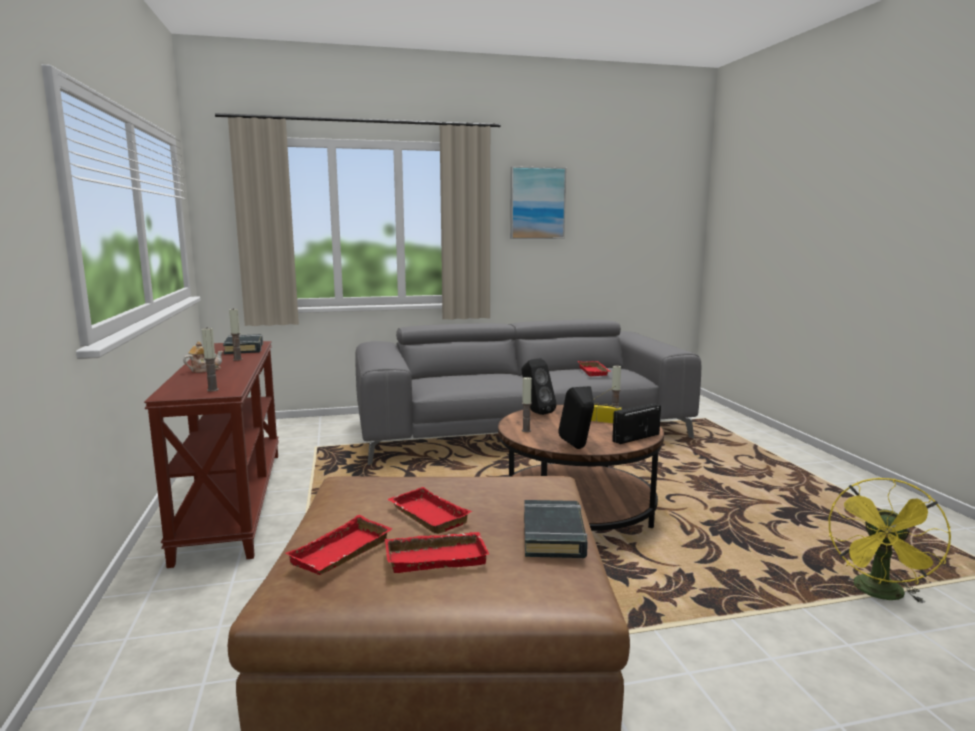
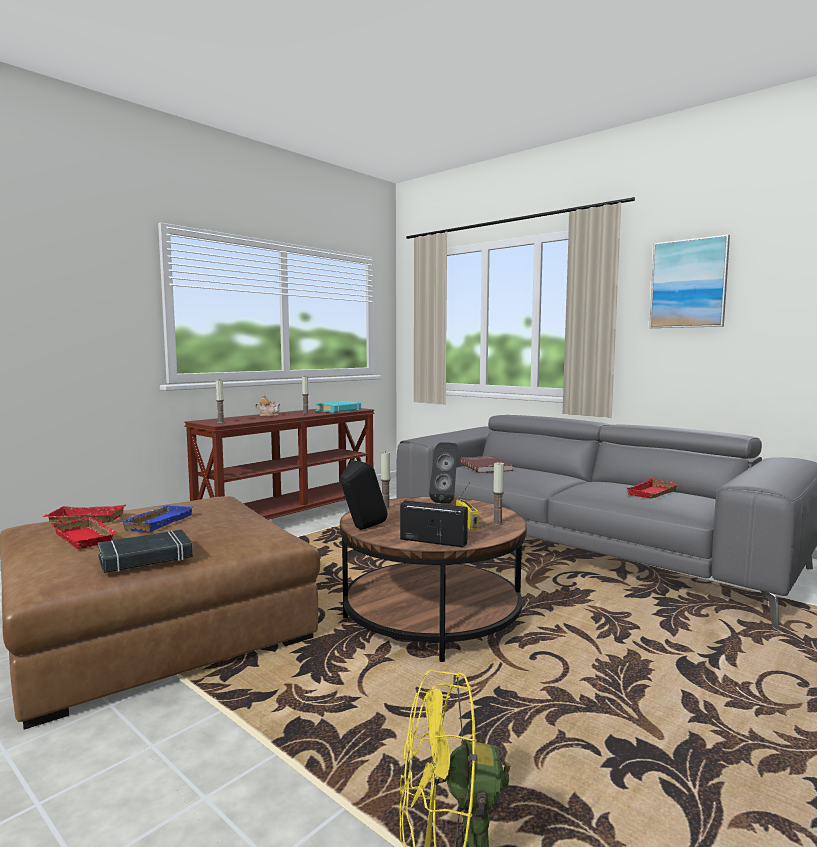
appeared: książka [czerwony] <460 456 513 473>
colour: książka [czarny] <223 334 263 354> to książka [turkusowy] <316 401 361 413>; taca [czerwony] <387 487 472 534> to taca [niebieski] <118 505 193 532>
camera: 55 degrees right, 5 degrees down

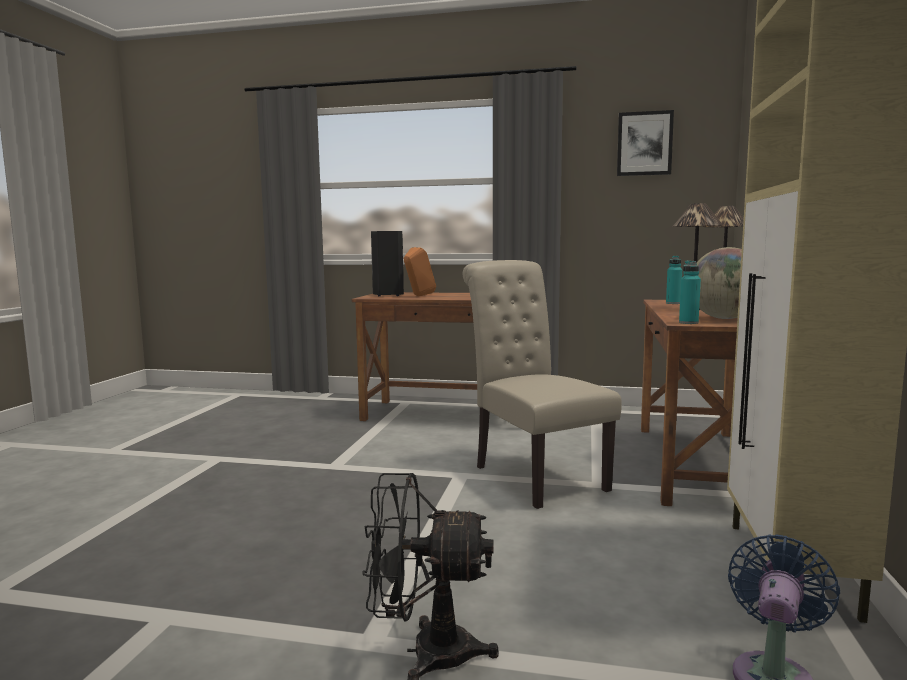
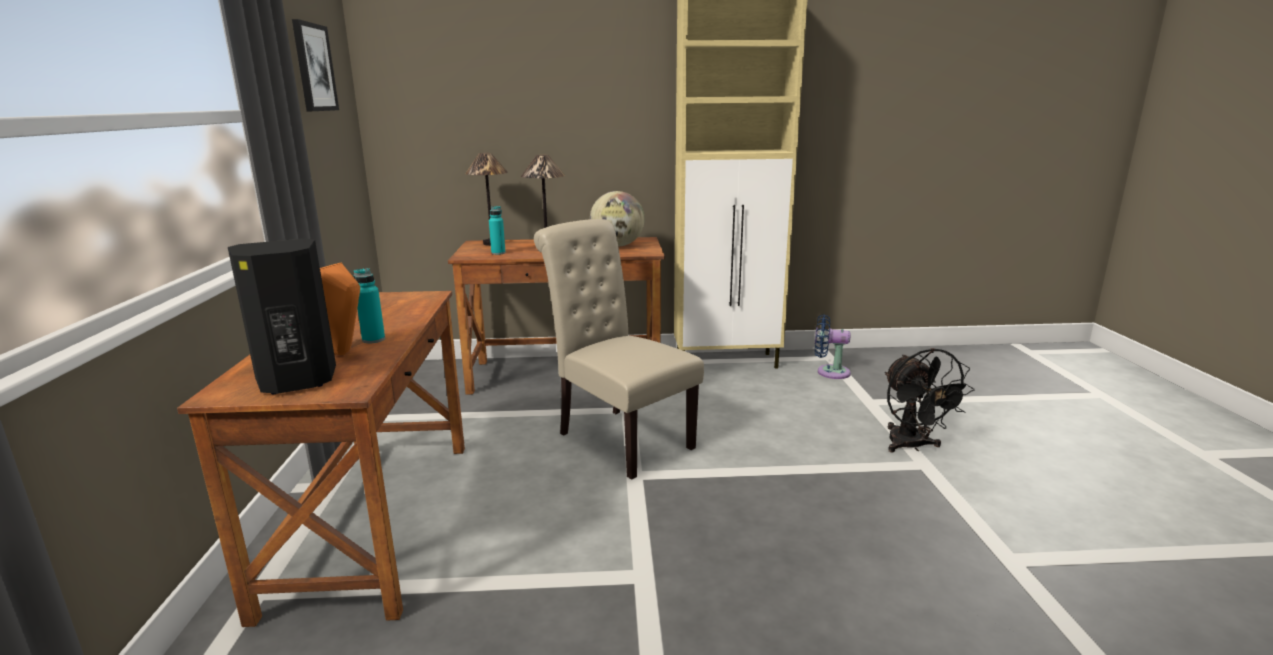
relocated: butelka [turkusowy] <679 261 701 324> to <354 268 385 343>
spun: krzesło [beżowy] <463 260 622 509> = <534 219 704 480> 90 degrees clockwise
camera: 105 degrees left, 10 degrees up

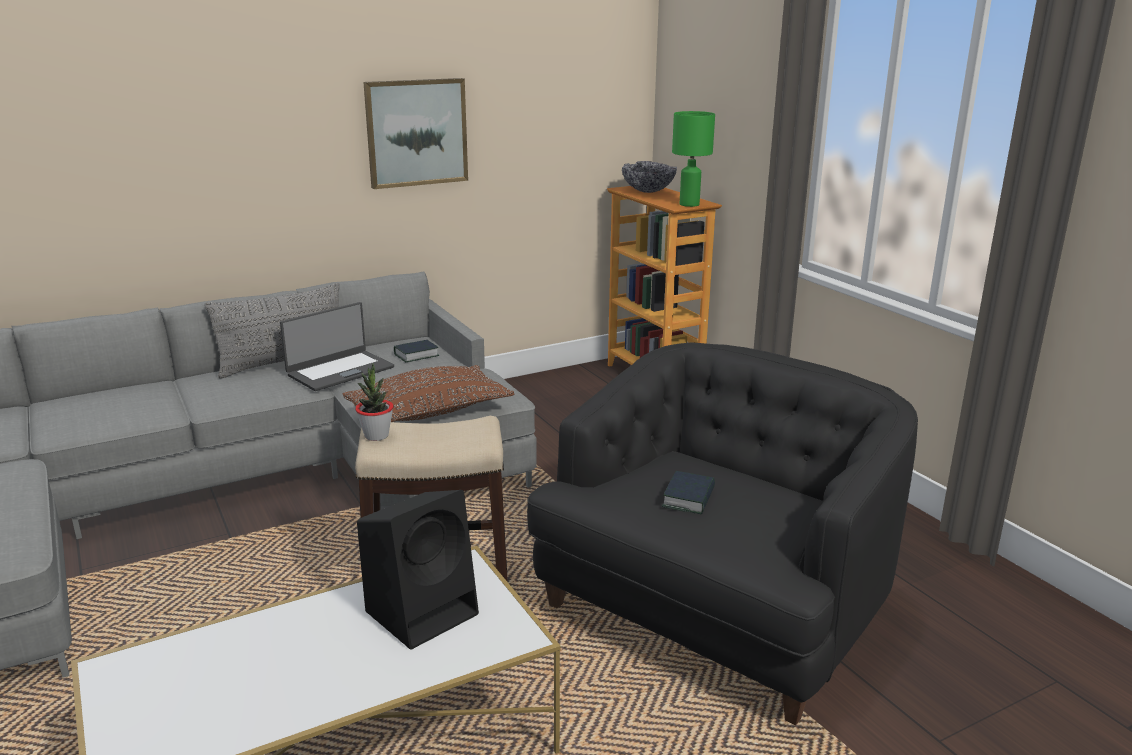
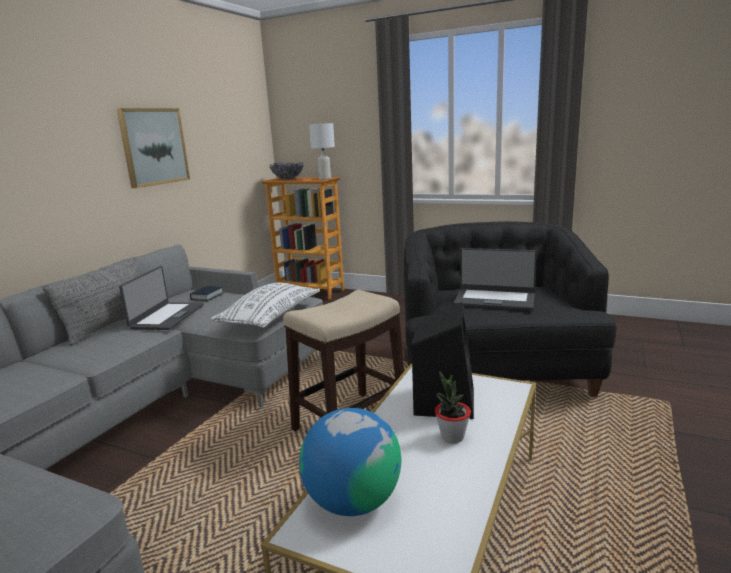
appeared: globus <299 408 401 516>
relocated: roślina doniczkowa <355 363 394 441> to <435 371 471 443>
exchanged: książka <662 471 715 515> to laptop <453 248 537 310>
colour: poduszka [brązowy] <343 365 514 422> to poduszka [biały] <211 283 320 328>; lampa stołowa [zielony] <672 111 715 207> to lampa stołowa [biały] <309 123 335 180>
camera: 35 degrees left, 5 degrees down

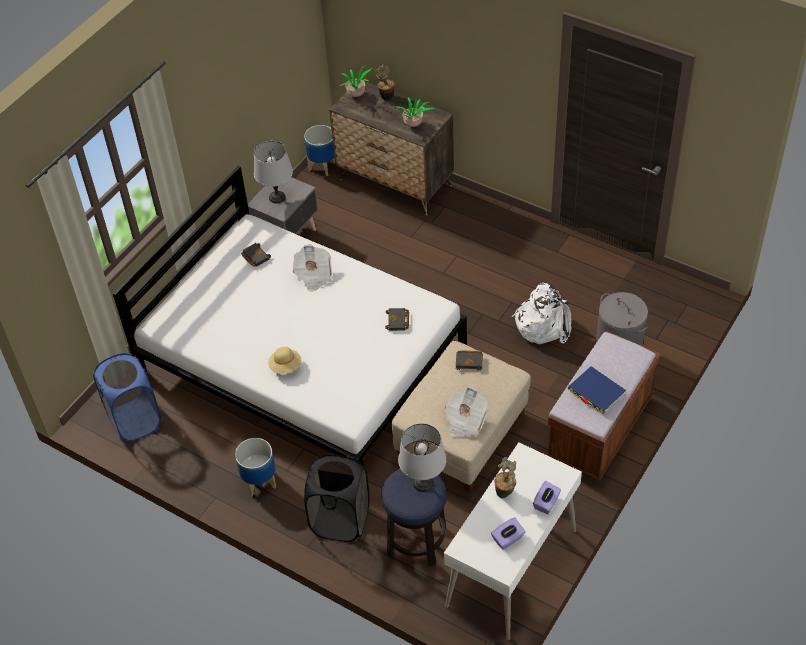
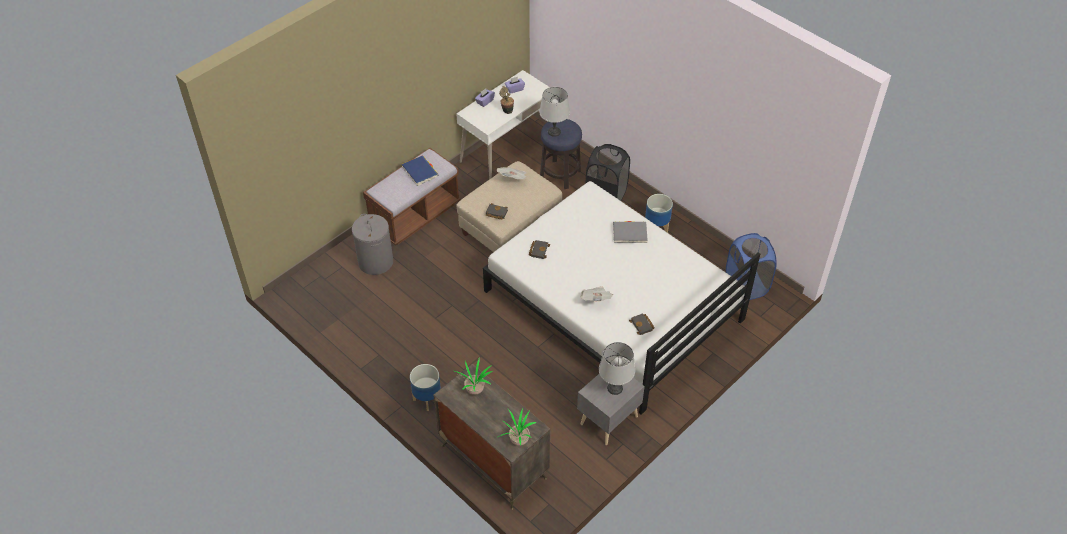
missing: roślina doniczkowa <375 65 395 101>; plecak [biały] <512 282 572 344>
relocated: donica <304 125 335 176> to <410 364 441 411>
exchanged: kapelusz [beżowy] <268 347 301 374> to książka [szary] <613 221 648 243>
camera: 170 degrees left, 0 degrees up

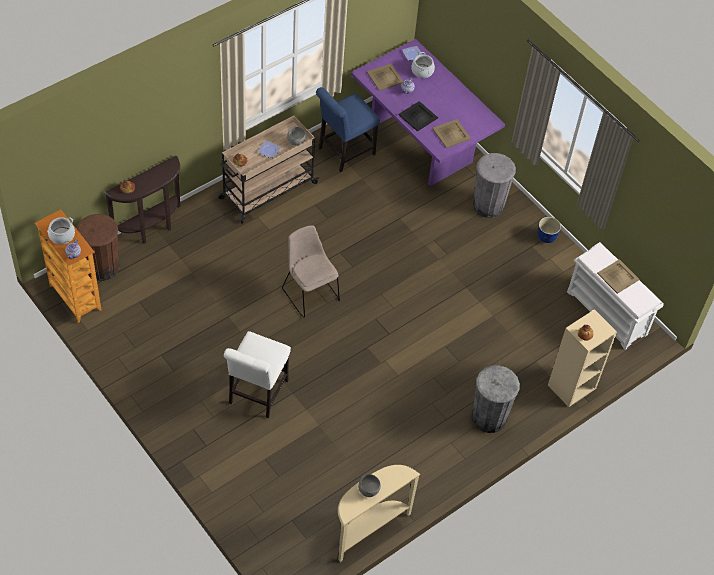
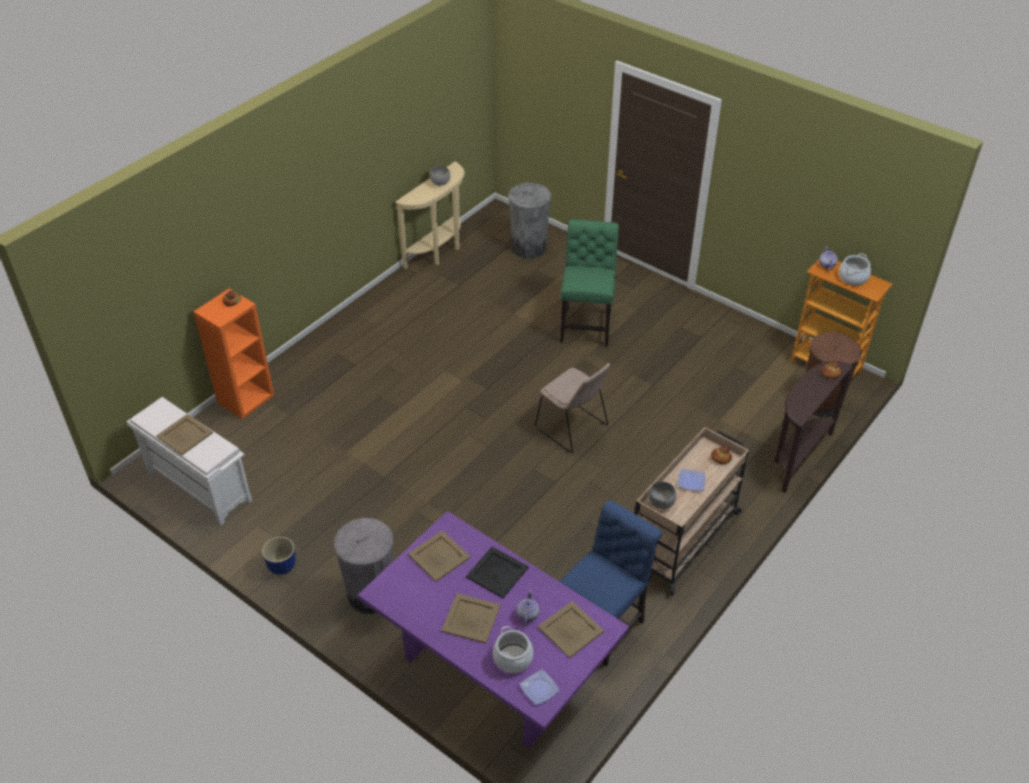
appeared: taca [beżowy] <441 593 500 644>
relocated: kosz na śmieci [szary] <472 365 520 433> to <508 183 551 259>
colour: krzesło [biały] <224 331 291 418> to krzesło [zielony] <560 219 619 346>; regał [beżowy] <548 309 617 407> to regał [pomarańczowy] <194 289 274 419>
camera: 170 degrees right, 10 degrees down

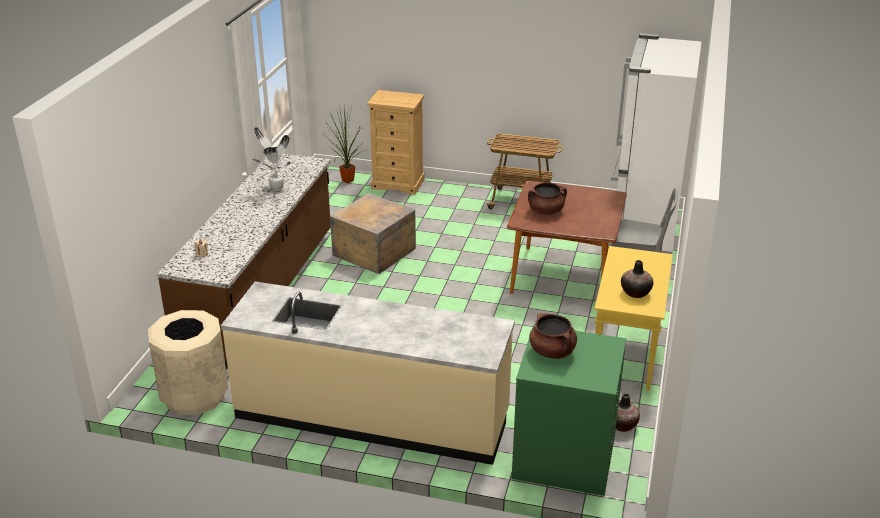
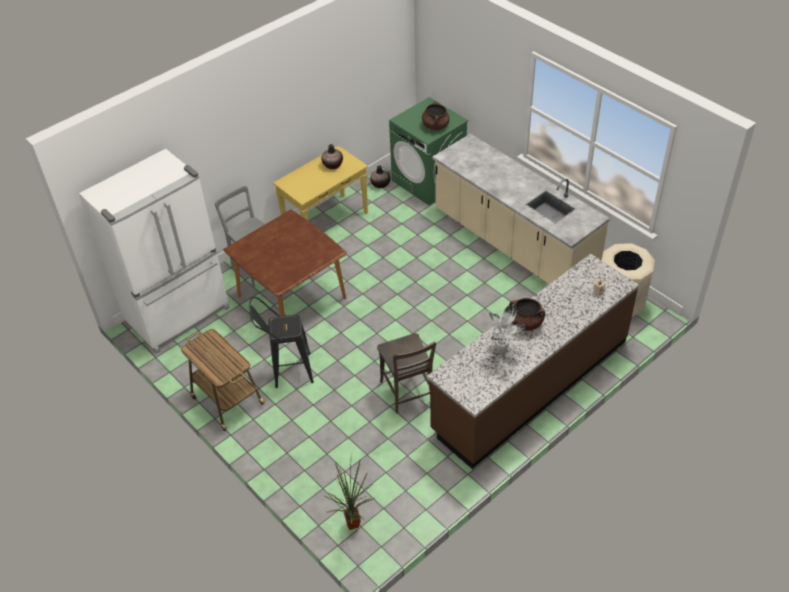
missing: komoda [beżowy] <367 90 425 194>
appeared: stołek [czarny] <249 297 314 388>
relocated: garnek [brązowy] <528 182 567 215> to <509 298 546 331>
exchanged: skrzynka <330 193 416 274> to krzesło [brązowy] <377 333 436 414>
camera: 145 degrees left, 15 degrees up

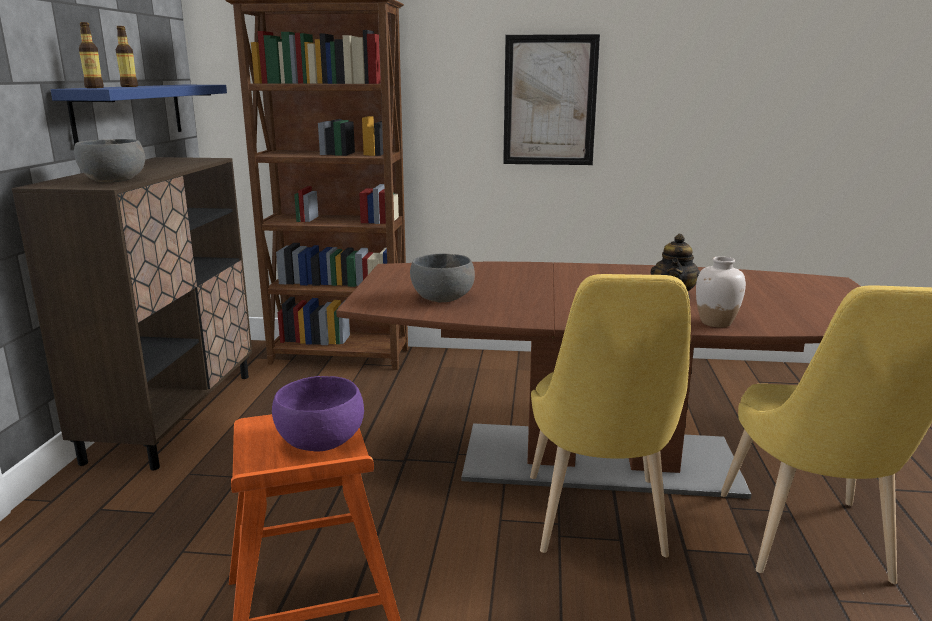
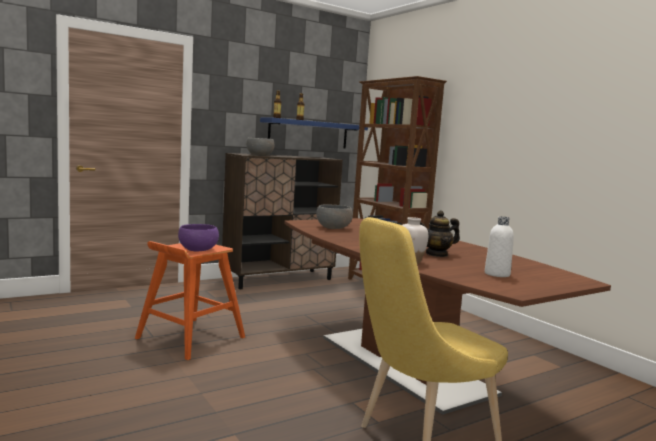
missing: obraz <503 34 600 165>; krzesło [żółty] <530 274 691 557>
appeared: butelka [biały] <485 216 514 277>
camera: 50 degrees right, 10 degrees down

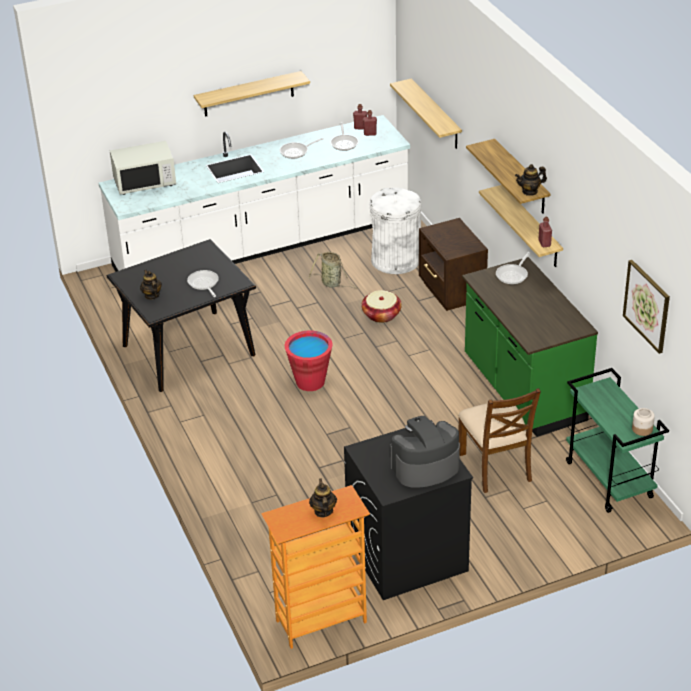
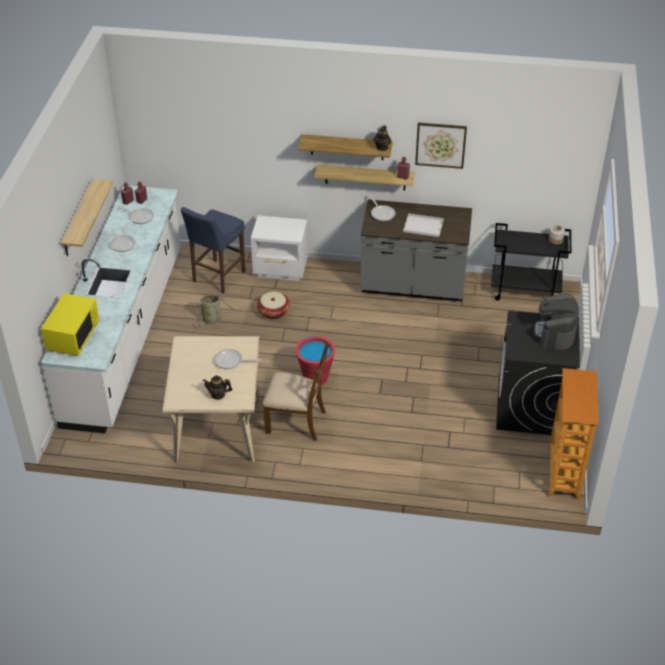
missing: imbryk <309 478 337 517>; półka <390 79 462 149>
appeared: taca [biały] <403 213 444 237>
relocated: krzesło [brązowy] <458 388 541 493> to <263 342 329 441>; obraz <623 260 670 354> to <415 122 467 169>
exchanged: kosz na śmieci [biały] <369 188 421 274> to stołek [niebieski] <181 207 245 294>
colour: stół jadalny [czarny] <107 239 256 392> to stół jadalny [beżowy] <162 336 260 462>; mikrofalówka [biały] <110 141 176 195> to mikrofalówka [żółty] <41 293 100 356>; szafka nocna [brązowy] <419 218 488 311> to szafka nocna [biały] <251 215 308 281>; zabudowa kuchenna [zielony] <462 257 598 437> to zabudowa kuchenna [szary] <361 199 472 301>; wózek [zielony] <566 368 669 513> to wózek [czarny] <491 223 571 301>
camera: 60 degrees left, 5 degrees up

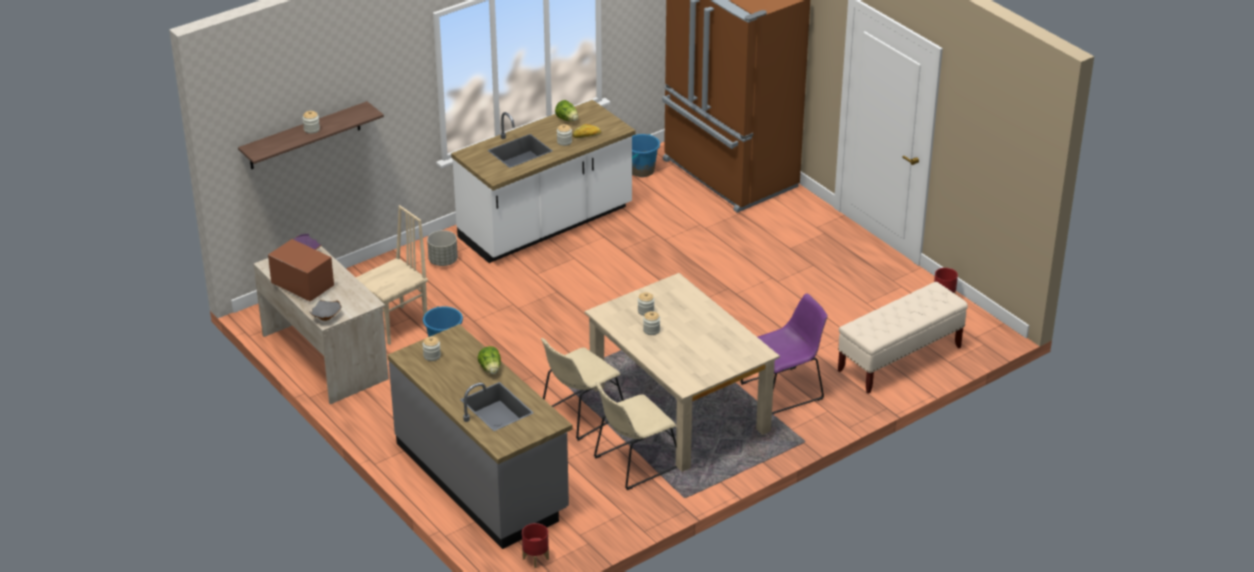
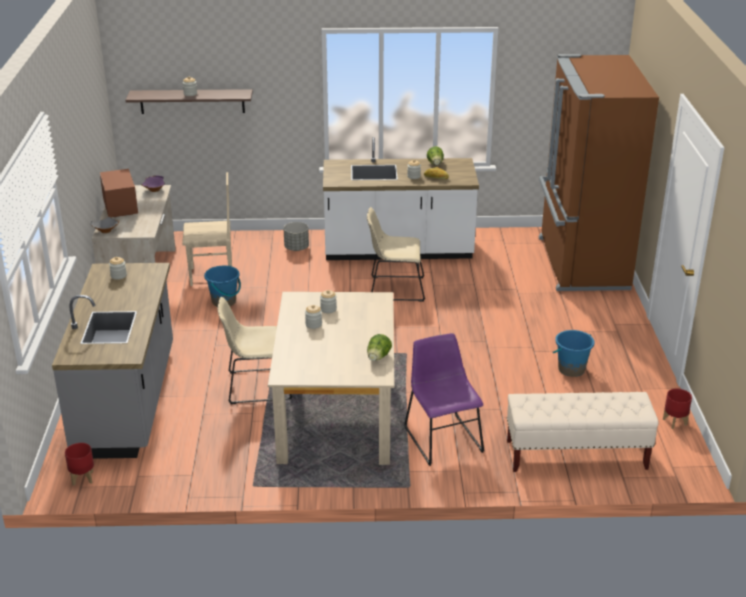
relocated: sałata <478 346 501 374> to <367 334 392 361>; krzesło [beżowy] <594 382 678 490> to <367 207 425 302>; wiadro [niebieski] <632 134 660 177> to <553 330 595 377>
spun: krzesło [fioletowy] <740 293 827 414> = <404 333 484 466> 120 degrees counterclockwise
camera: 35 degrees right, 5 degrees down

